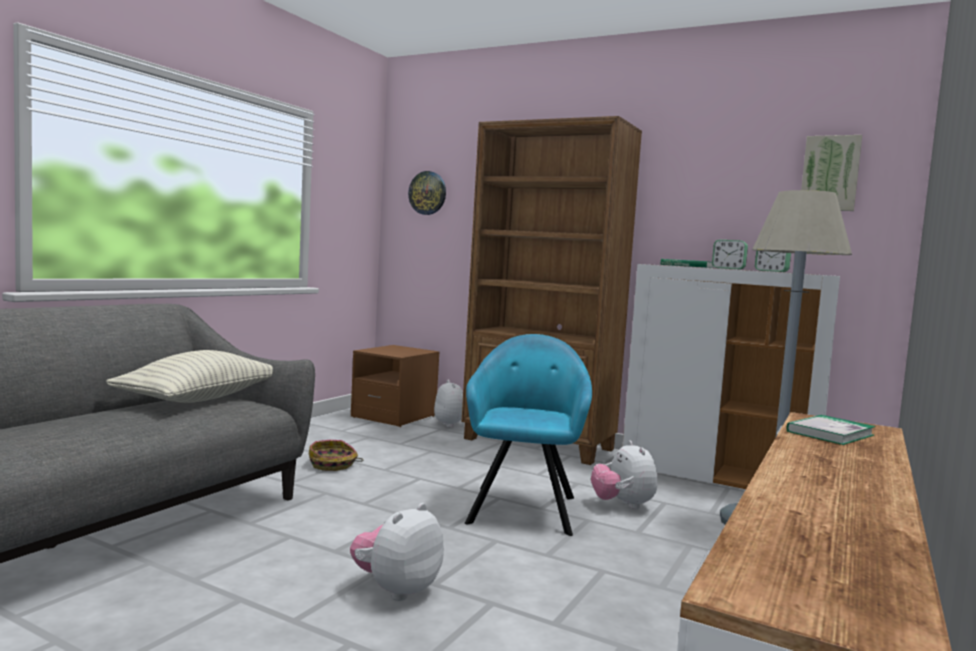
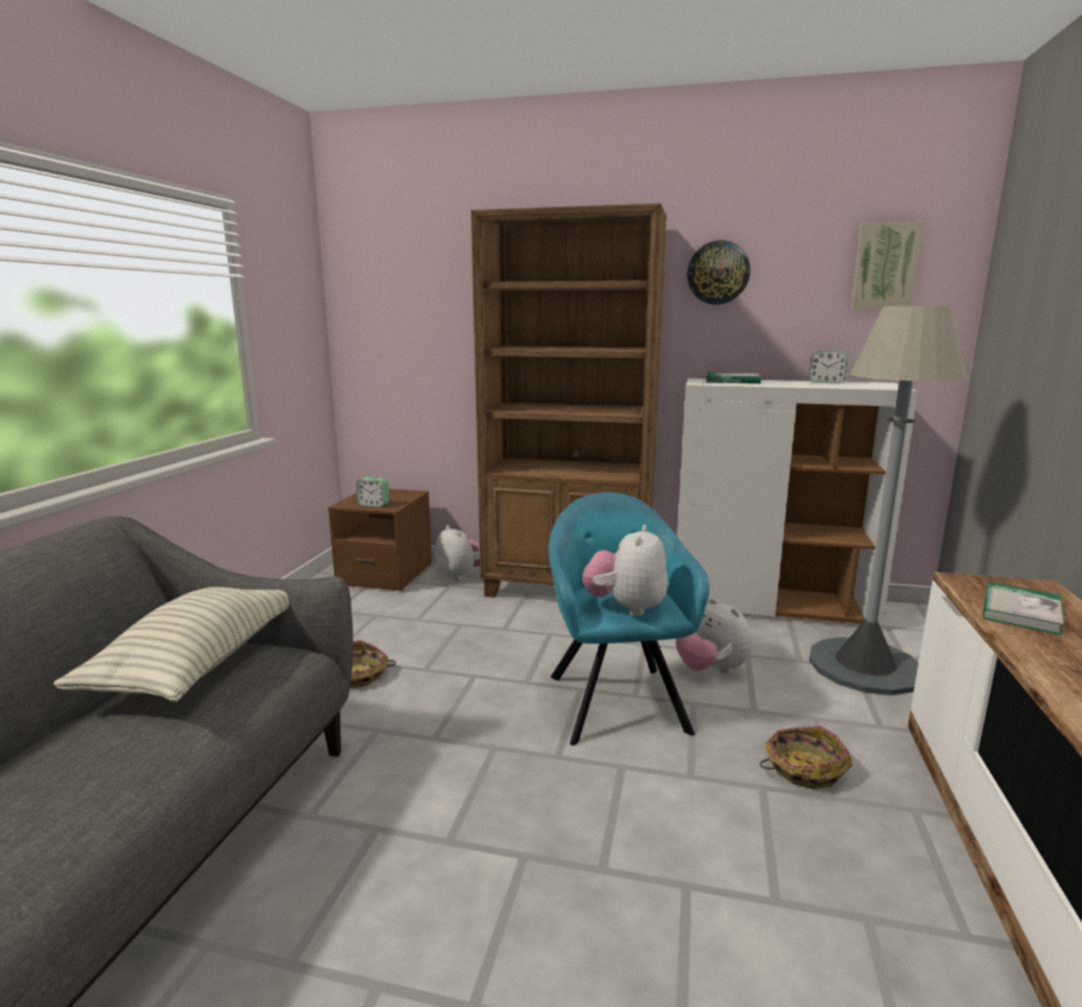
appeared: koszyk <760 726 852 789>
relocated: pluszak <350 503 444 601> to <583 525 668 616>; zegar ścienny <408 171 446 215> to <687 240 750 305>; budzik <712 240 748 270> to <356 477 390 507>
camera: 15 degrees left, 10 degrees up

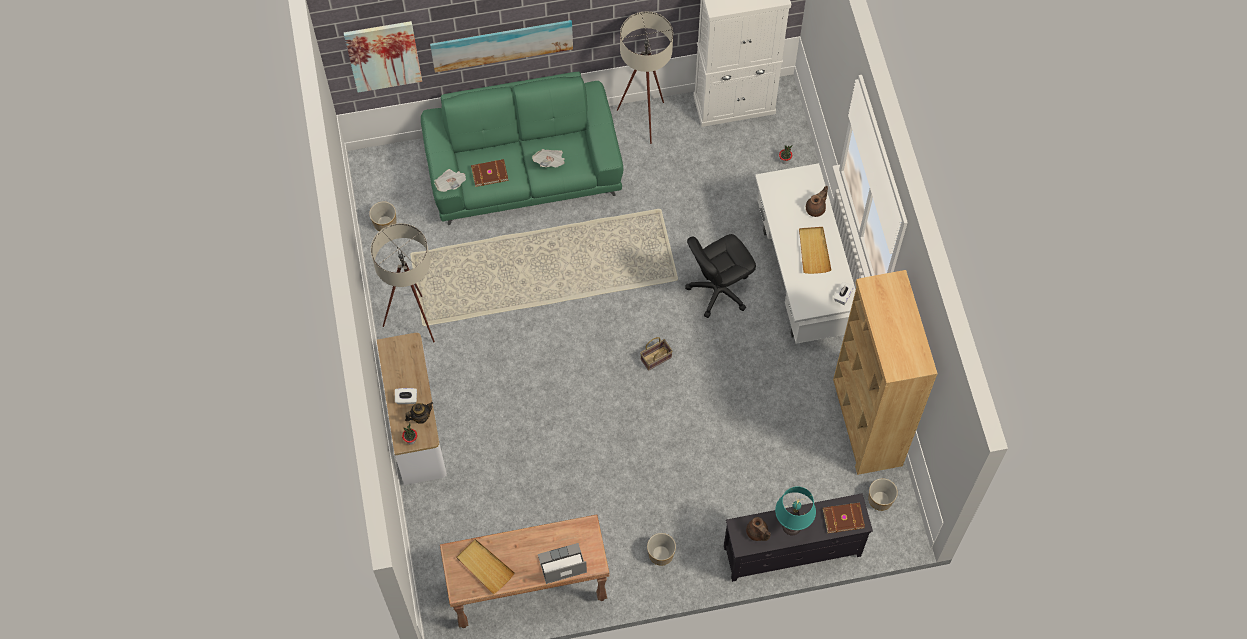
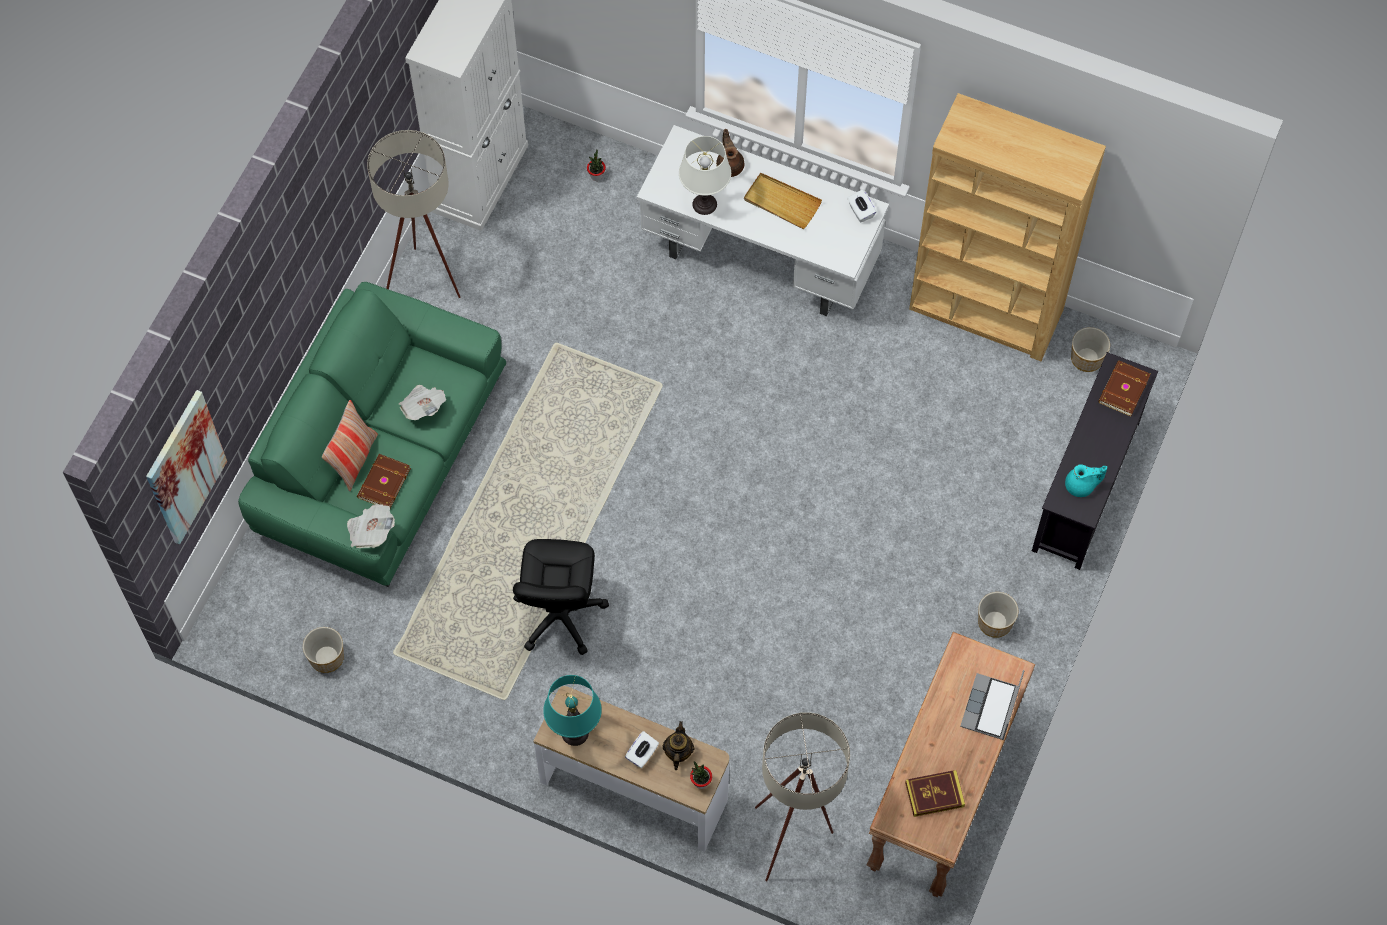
missing: obraz <430 20 573 73>; koszyk <640 337 673 371>
appeared: poduszka <322 400 378 492>; lampa stołowa [biały] <679 136 731 215>
relocated: lampa stojąca [beżowy] <371 223 435 342> to <755 712 850 881>; krzesło biurowe [czarny] <685 234 756 318> to <513 539 609 655>; lampa stołowa [turkusowy] <775 486 816 535> to <543 675 602 746>
exchanged: taca [beżowy] <456 539 515 594> to książka <905 770 965 817>
colour: imbryk [brązowy] <746 517 771 541> to imbryk [turkusowy] <1065 464 1107 497>
camera: 55 degrees left, 0 degrees up

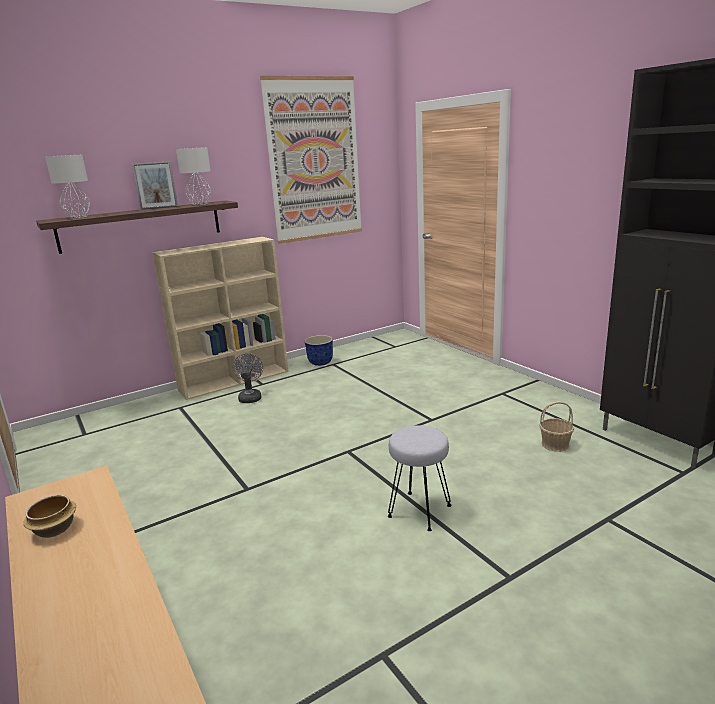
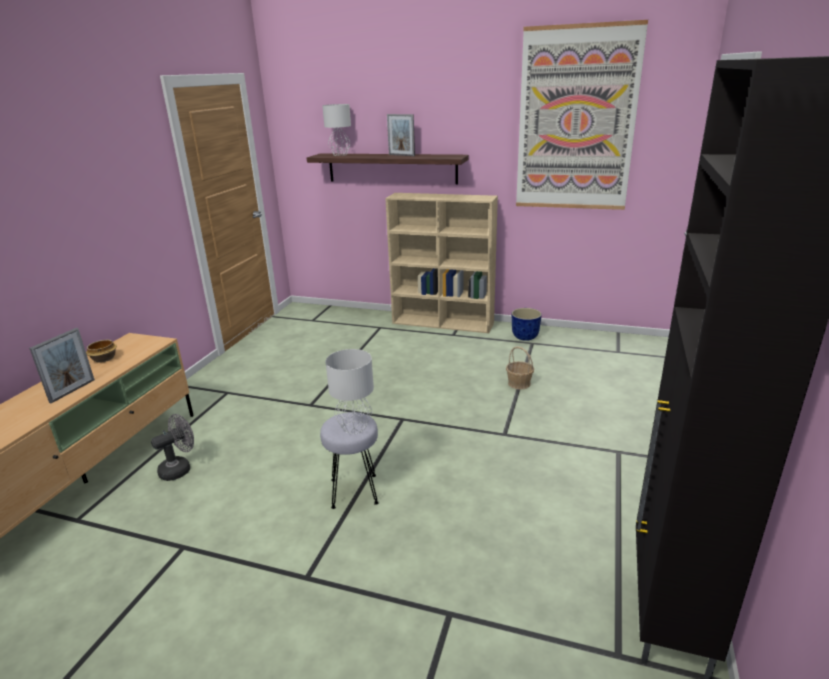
appeared: ramka na zdjęcie <29 328 95 403>
relocated: lampa stołowa [szary] <176 147 211 205> to <326 349 374 434>; wentylator [szary] <233 353 263 403> to <151 414 194 481>; koszyk <539 401 574 452> to <506 346 534 390>
camera: 50 degrees right, 5 degrees up

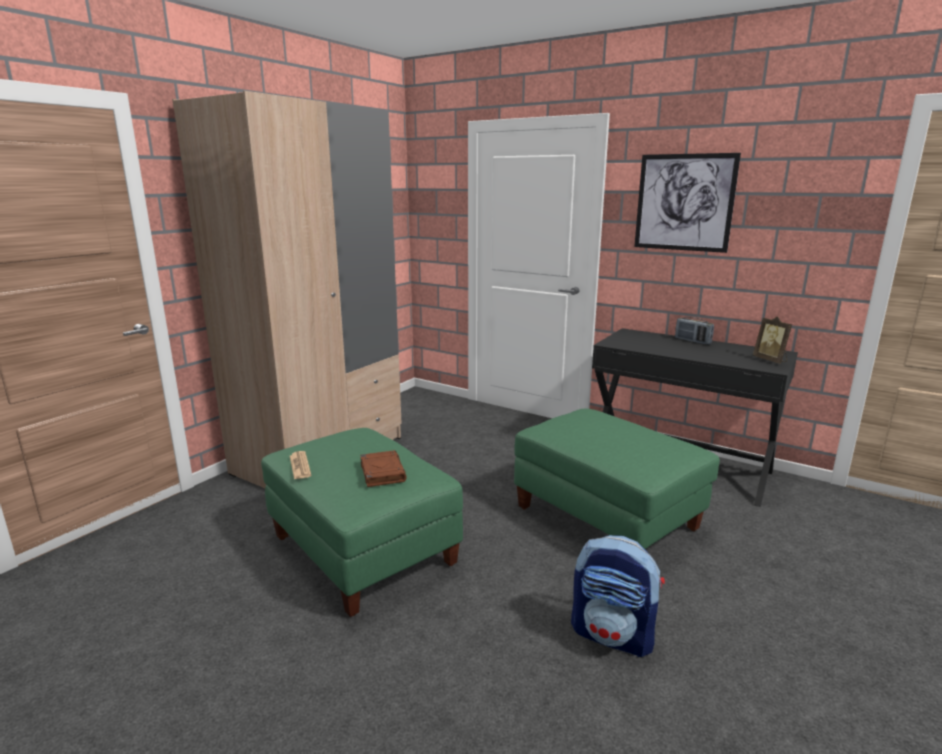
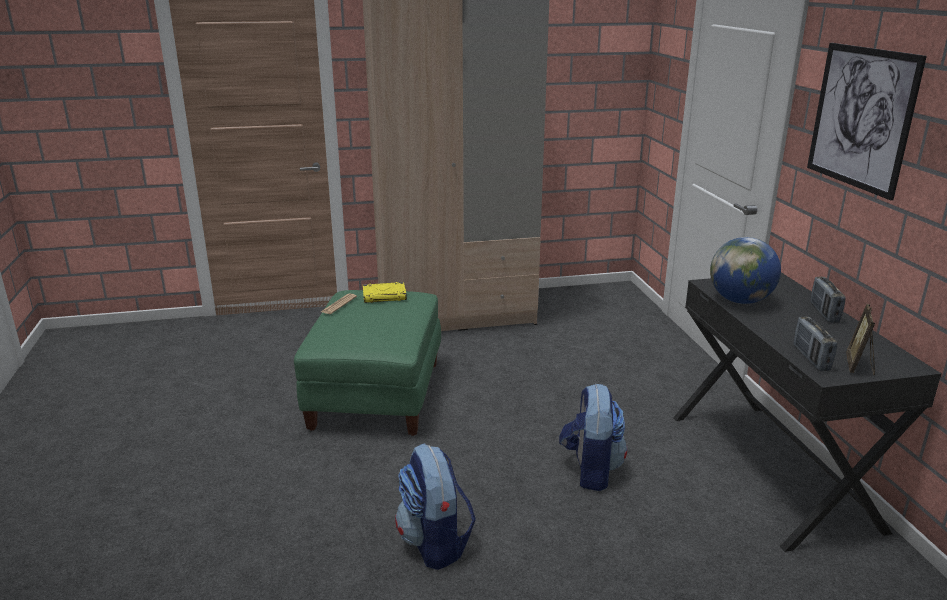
missing: książka [brązowy] <360 450 407 487>
appeared: książka [żółty] <363 282 407 303>; globus <710 237 781 304>; radio <793 316 837 371>
exchanged: pufa [zielony] <514 409 720 549> to plecak <559 384 627 491>
camera: 45 degrees right, 5 degrees up

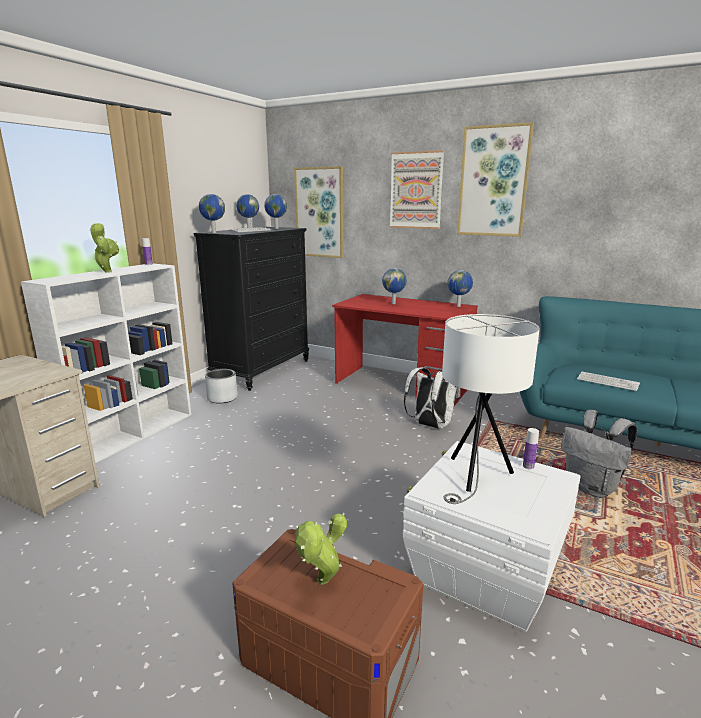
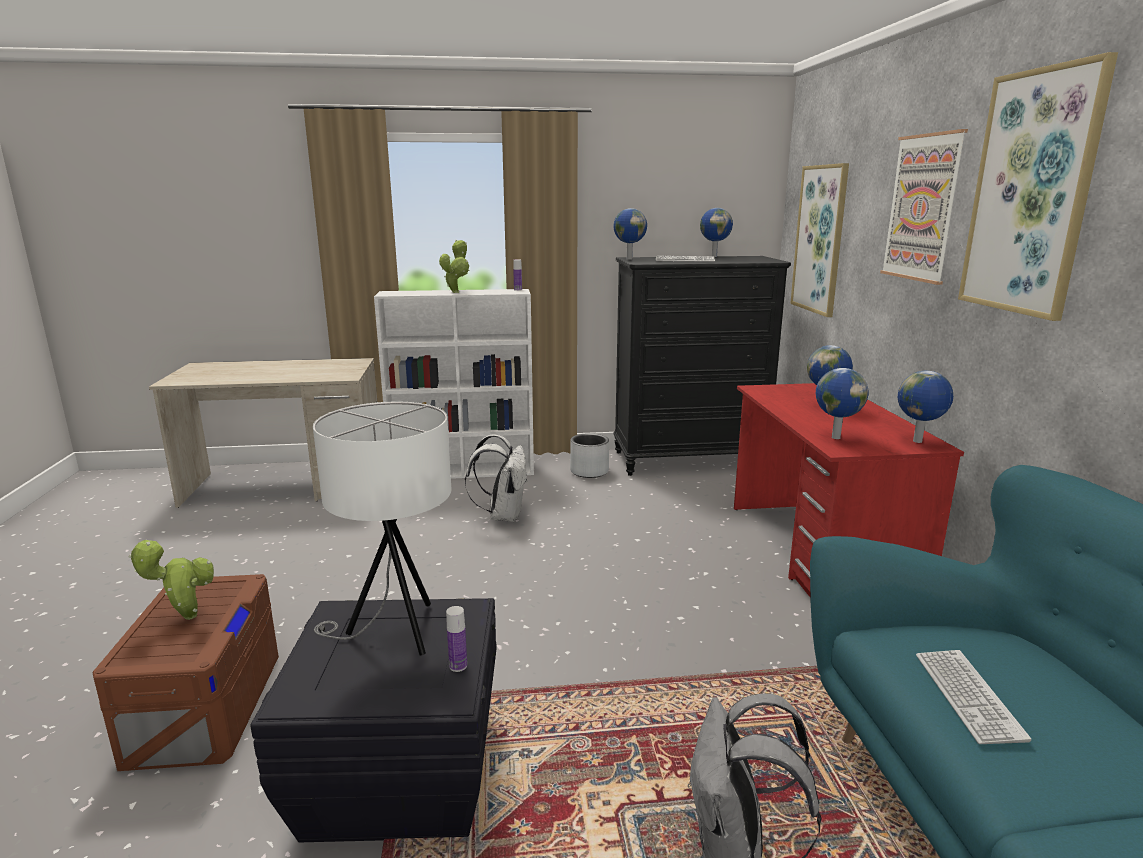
relocated: globus <264 194 287 229> to <816 368 869 439>; plecak [biały] <404 367 460 429> to <465 434 528 522>
colour: pojemnik do przechowywania [biały] <403 441 581 632> to pojemnik do przechowywania [czarny] <250 598 497 842>
camera: 55 degrees right, 0 degrees up

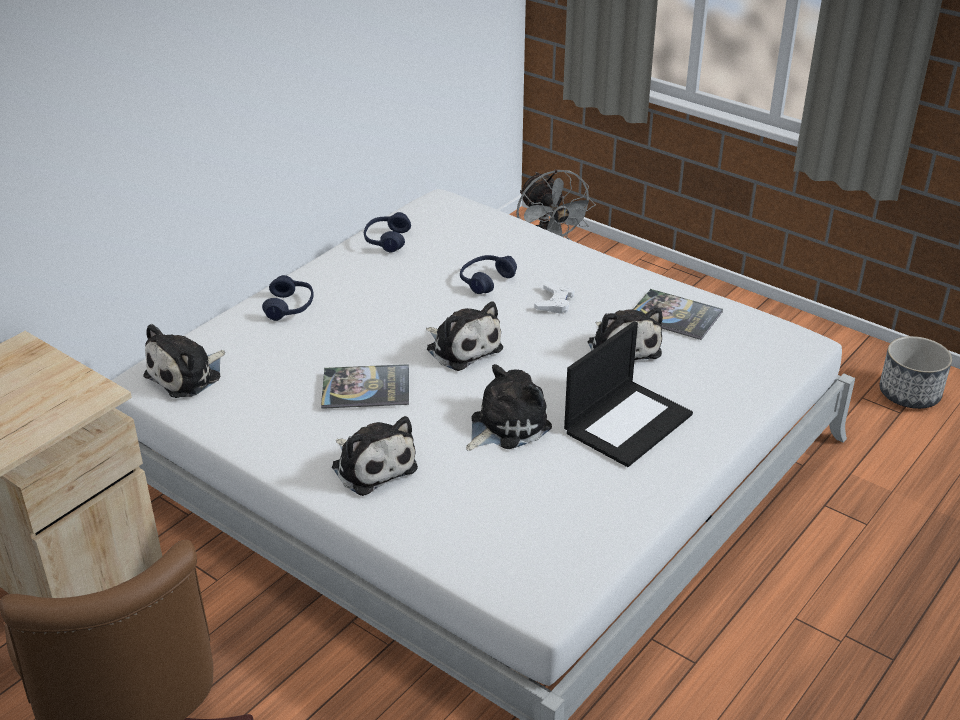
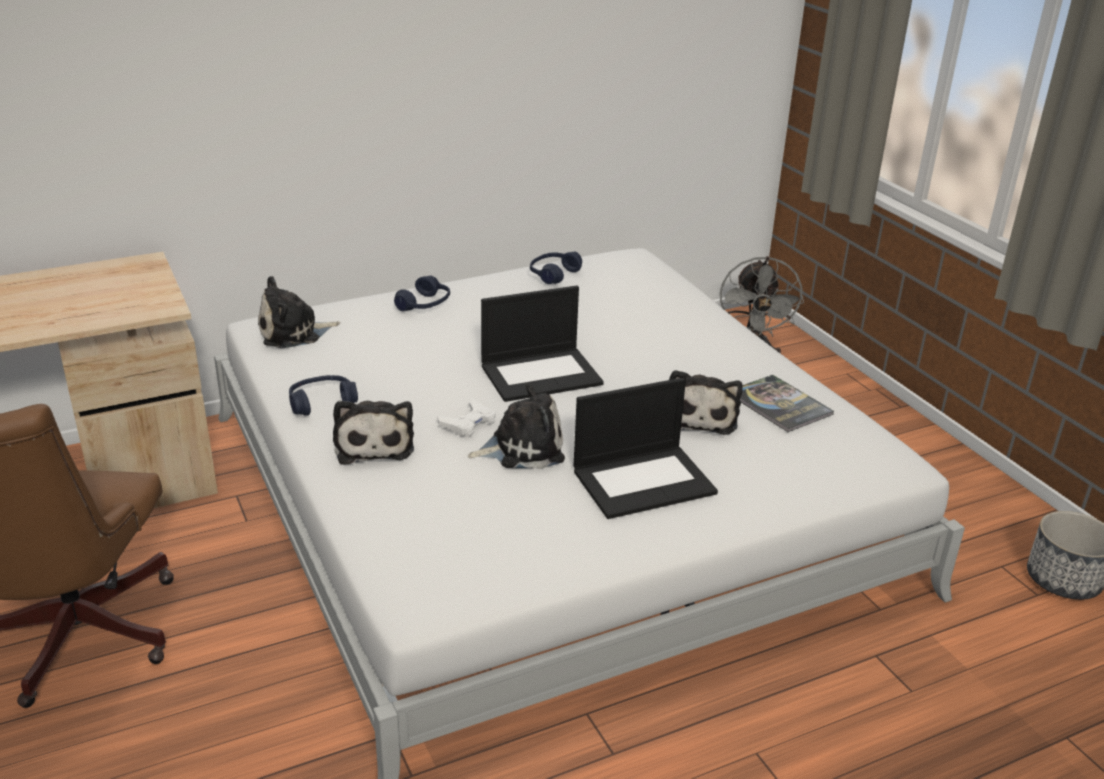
missing: książka <321 364 409 409>
relocated: słuchawki [niebieski] <460 255 517 294> to <289 375 358 416>; pad do gier [biały] <534 282 575 314> to <438 398 496 437>
exchanged: pluszak <426 301 503 371> to laptop <481 286 604 402>
camera: 25 degrees right, 5 degrees down

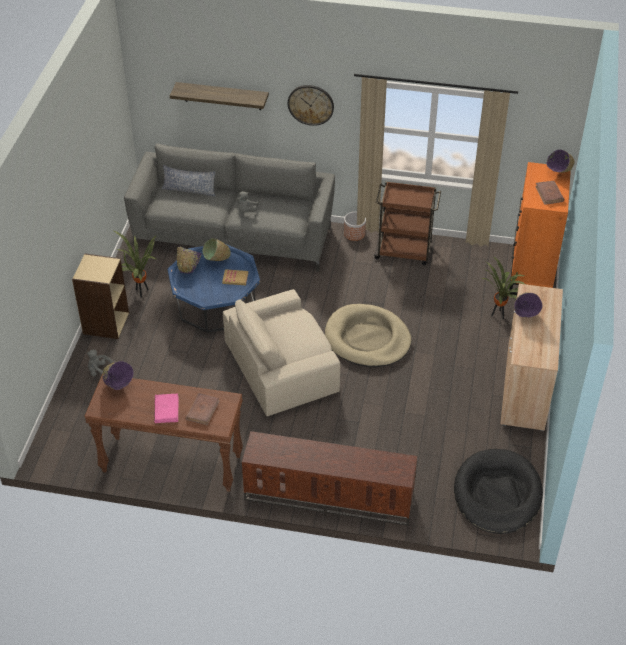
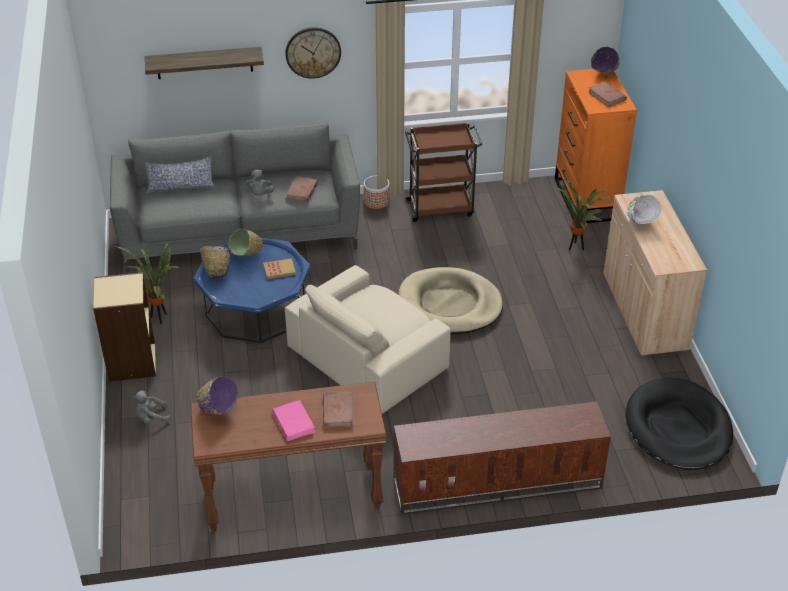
appeared: książka [brązowy] <286 176 318 202>
colour: miska [fioletowy] <514 292 542 317> to miska [biały] <627 195 662 224>
camera: 20 degrees left, 5 degrees down

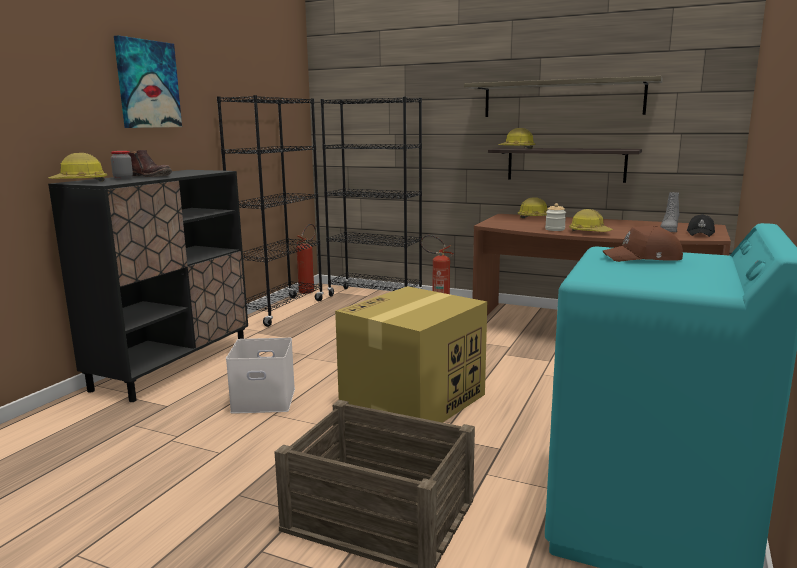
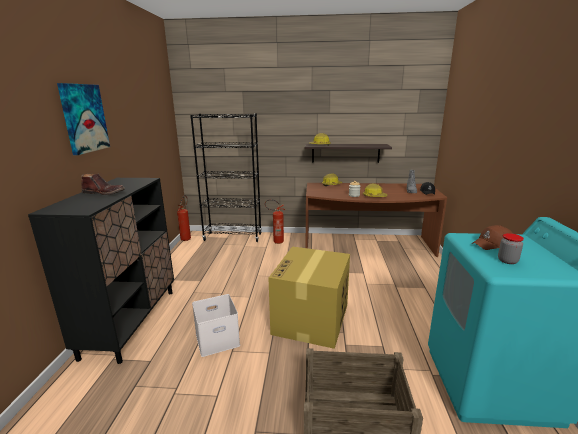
missing: kask <48 153 107 182>; regał [czarny] <217 95 323 327>; półka <464 76 663 117>
relocated: słoik <111 151 133 179> to <498 233 524 264>
camera: 20 degrees left, 5 degrees up

